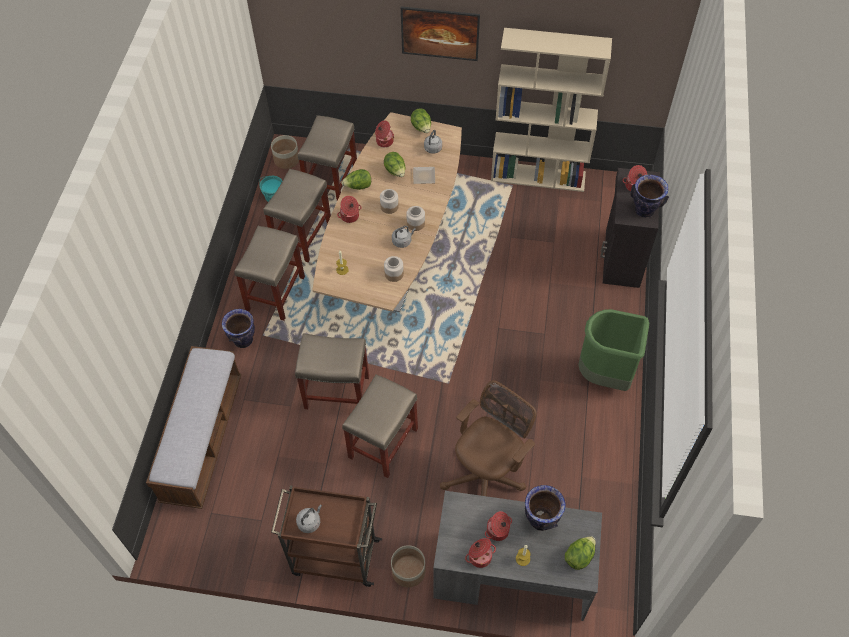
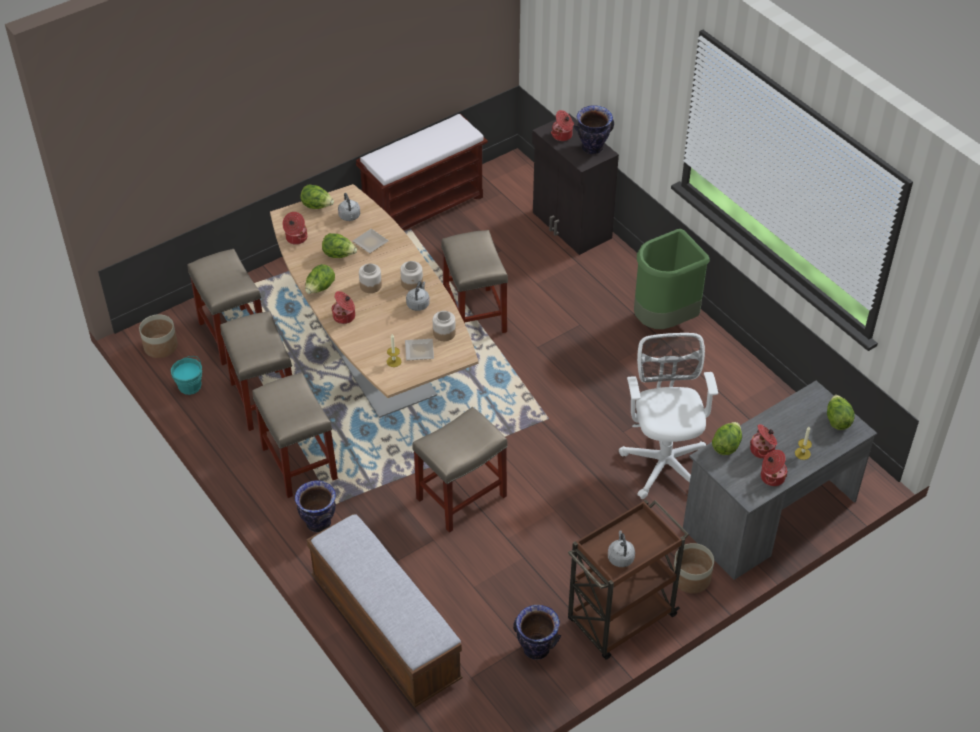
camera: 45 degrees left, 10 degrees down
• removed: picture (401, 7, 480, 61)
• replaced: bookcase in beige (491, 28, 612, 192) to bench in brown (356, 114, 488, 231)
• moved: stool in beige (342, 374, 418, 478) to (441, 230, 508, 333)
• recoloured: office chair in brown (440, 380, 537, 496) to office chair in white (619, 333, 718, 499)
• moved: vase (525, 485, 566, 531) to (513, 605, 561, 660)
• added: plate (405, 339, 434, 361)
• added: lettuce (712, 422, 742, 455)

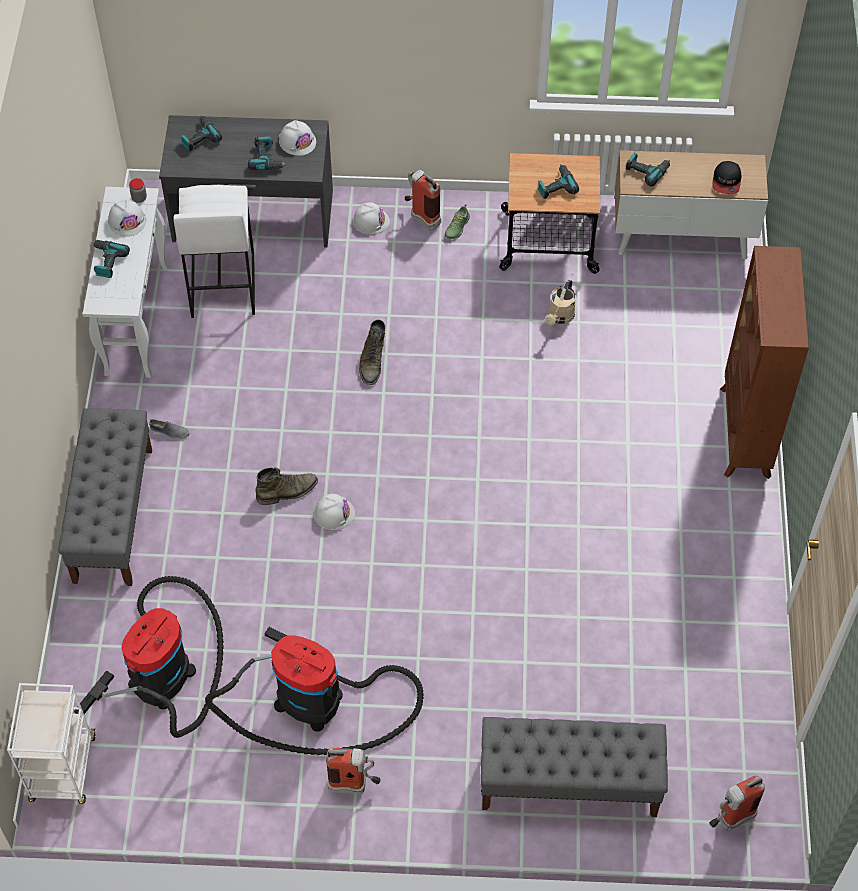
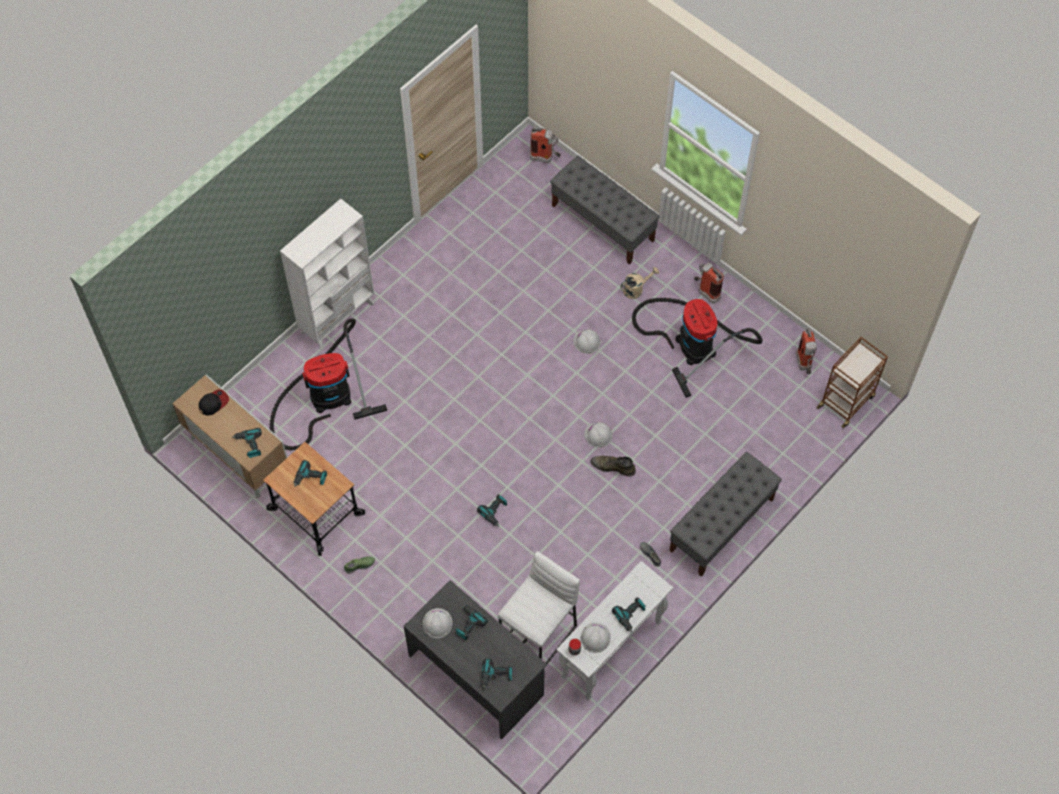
camera: 140 degrees left, 5 degrees up
• moved: fire extinguisher (405, 170, 441, 231) to (796, 328, 817, 374)
• moved: hard hat in white (352, 202, 390, 234) to (573, 329, 601, 354)
• recoloured: bookcase in brown (720, 246, 809, 479) to bookcase in white (280, 199, 374, 350)
• moved: watering can in beige (545, 280, 576, 325) to (621, 267, 659, 299)
• replaced: boot in green (359, 319, 385, 385) to power drill (477, 494, 507, 527)
• moved: vacuum cleaner (74, 576, 224, 738) to (270, 318, 387, 450)
• recoloured: cart in white (7, 683, 96, 804) to cart in brown (817, 337, 888, 428)

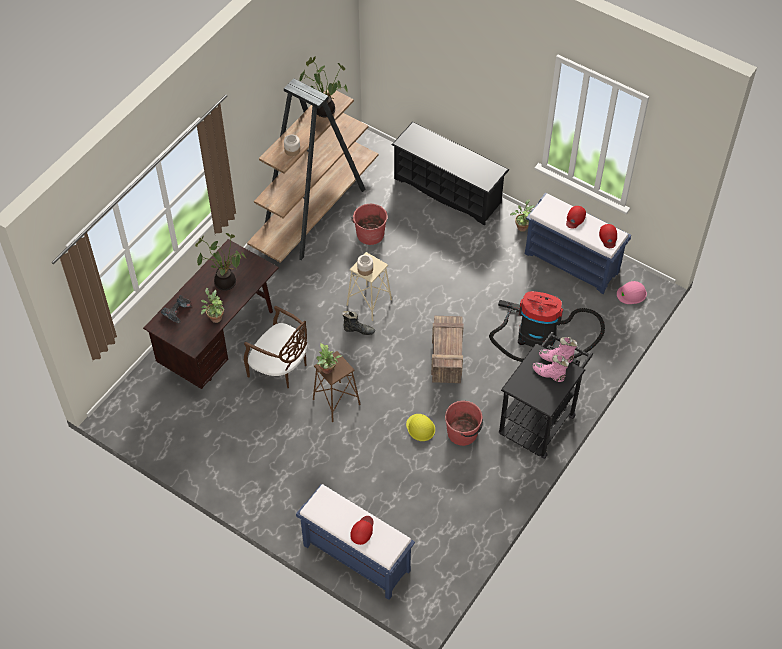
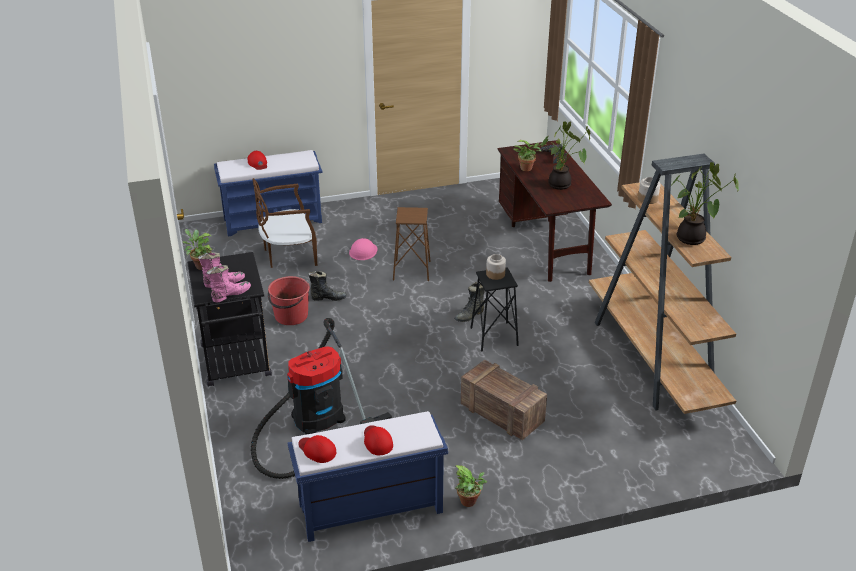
camera: 130 degrees right, 20 degrees down
• removed: shoe rack in black (392, 122, 509, 225)
• removed: bucket in red (351, 204, 388, 245)
• recoloured: stool in beige (346, 252, 392, 321) to stool in black (470, 267, 519, 352)
• moved: hard hat in pink (617, 281, 647, 304) to (349, 238, 378, 260)
• moved: chair in brown (244, 306, 307, 389) to (252, 178, 317, 268)
• moved: crate (431, 316, 463, 383) to (461, 360, 547, 440)
• moved: potted plant (316, 343, 342, 374) to (183, 229, 212, 270)
• replaced: hard hat in yellow (406, 414, 435, 441) to boot in black (308, 271, 347, 301)

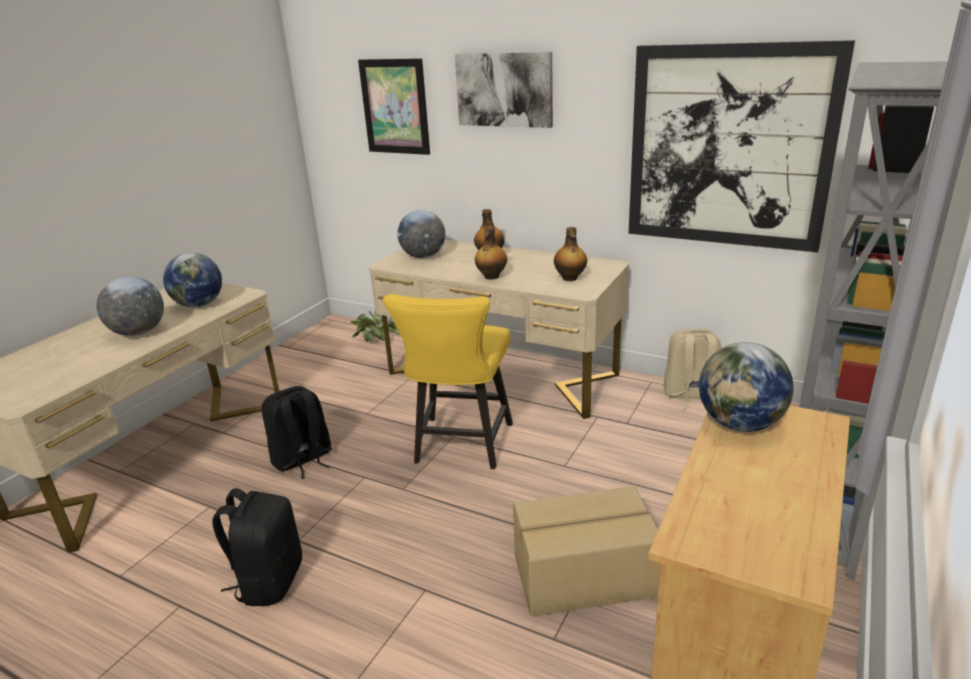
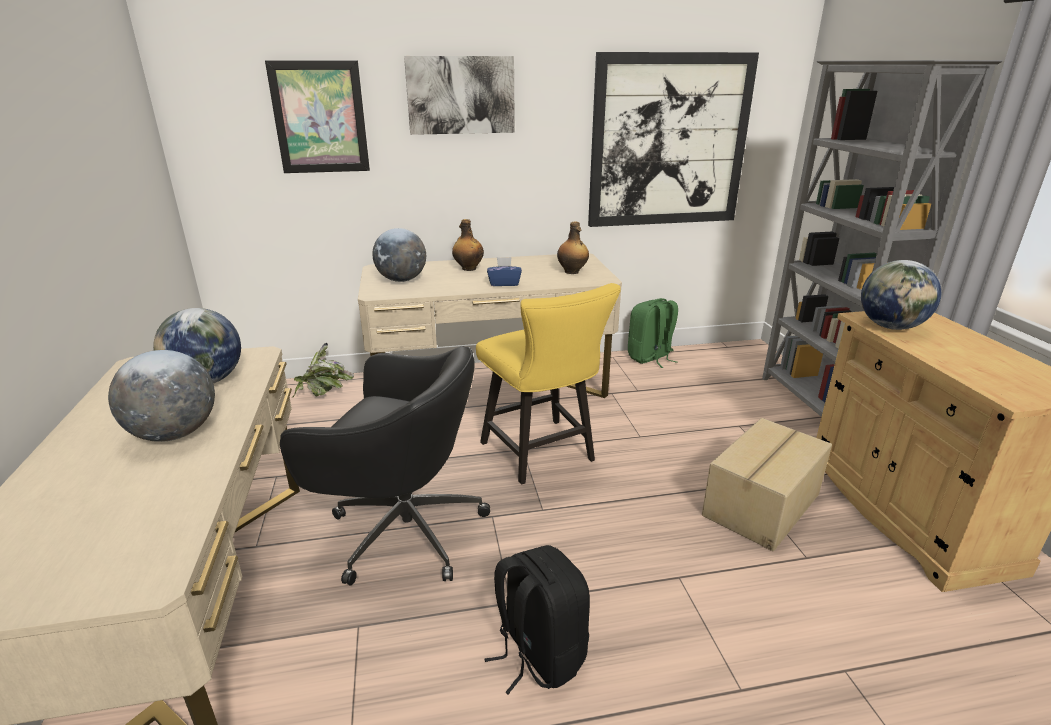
camera: 40 degrees left, 0 degrees up
• replaced: bottle (475, 226, 507, 280) to tissue box in blue (487, 257, 522, 286)
• recoloured: backpack in beige (663, 329, 721, 410) to backpack in green (628, 298, 678, 368)
• replaced: backpack in black (261, 386, 332, 479) to office chair in black (280, 346, 490, 585)

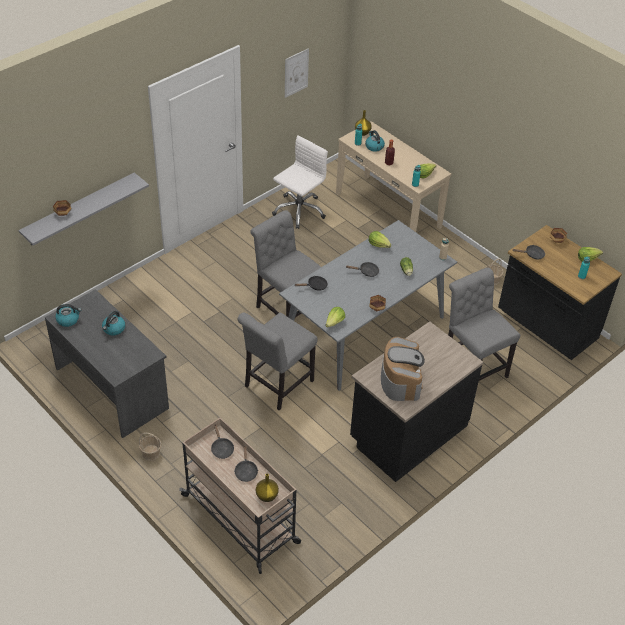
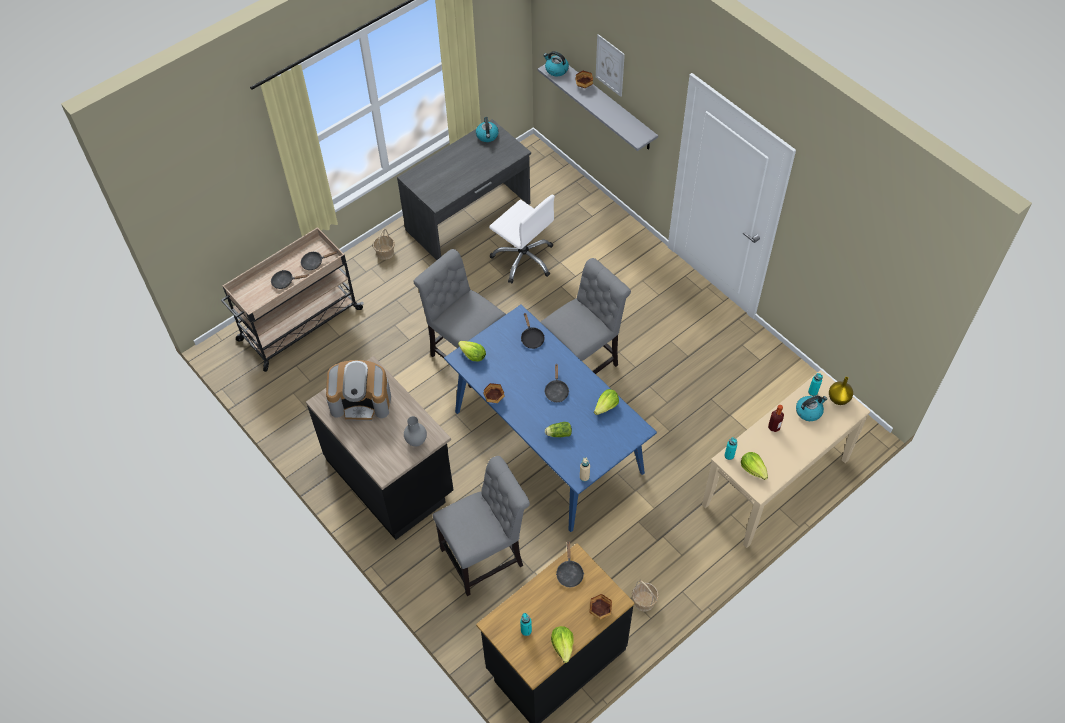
camera: 95 degrees right, 10 degrees up
• moved: picture (285, 48, 309, 98) to (596, 34, 625, 97)
• moved: office chair in white (272, 135, 328, 229) to (489, 195, 555, 283)
• recoloured: dining table in grey (279, 220, 457, 391) to dining table in blue (444, 304, 657, 532)
• moved: kettle (102, 311, 125, 336) to (543, 51, 569, 76)
• removed: vase in yellow (256, 473, 279, 502)
• added: vase in grey (404, 416, 427, 447)

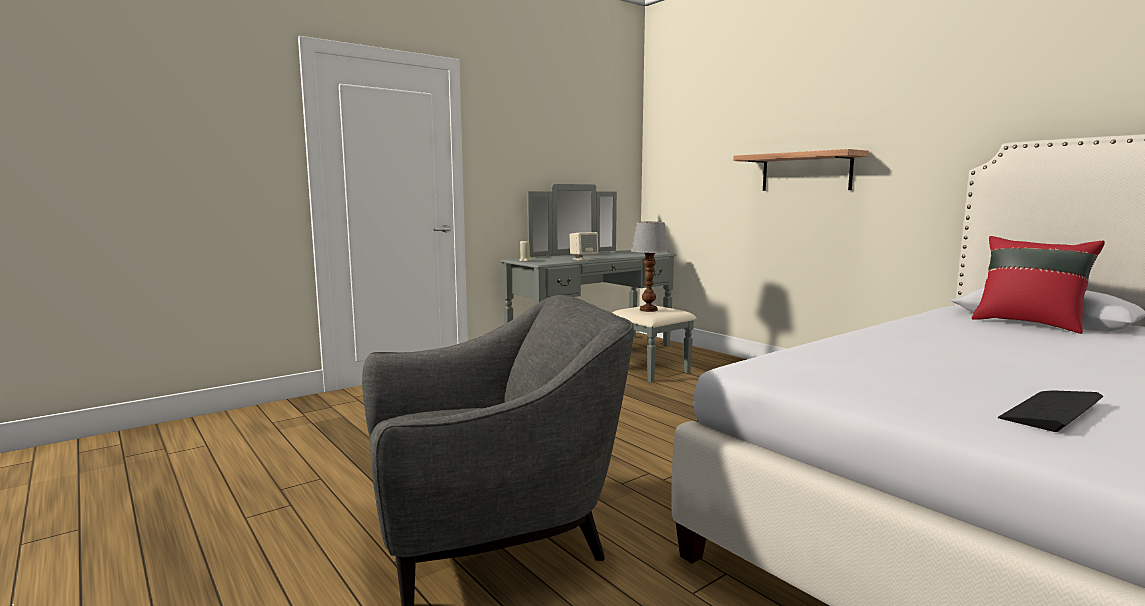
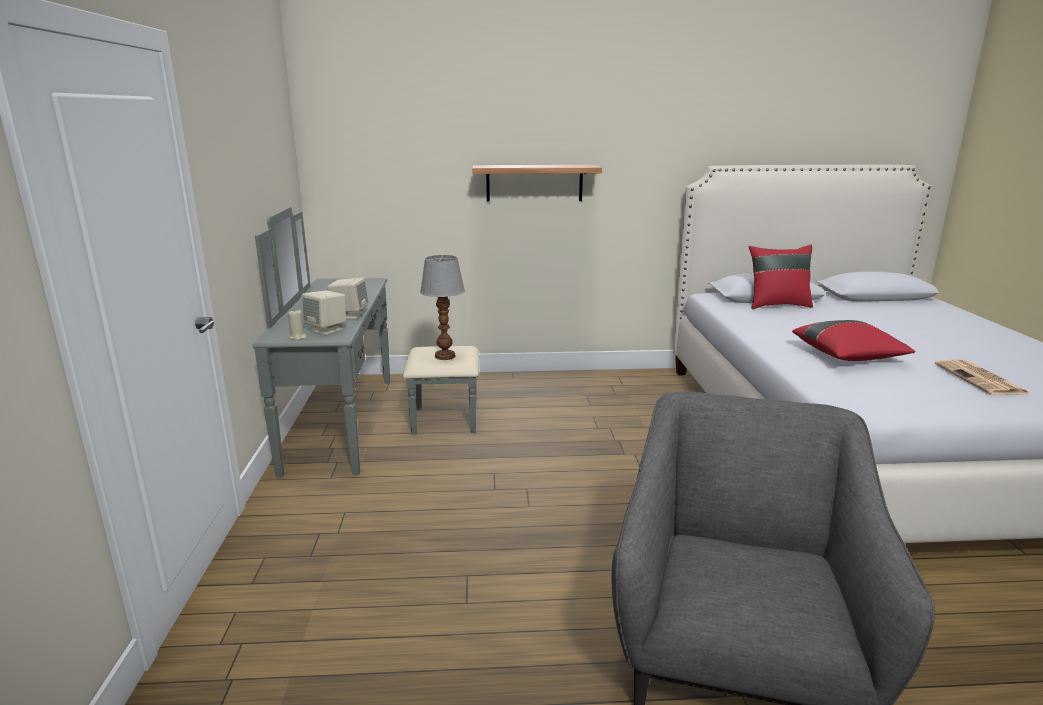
camera: 55 degrees left, 10 degrees up
• replaced: keyboard (998, 390, 1103, 432) to newspaper (935, 360, 1029, 395)
• added: speaker in beige (302, 290, 346, 335)
• added: pillow in red (792, 320, 915, 361)

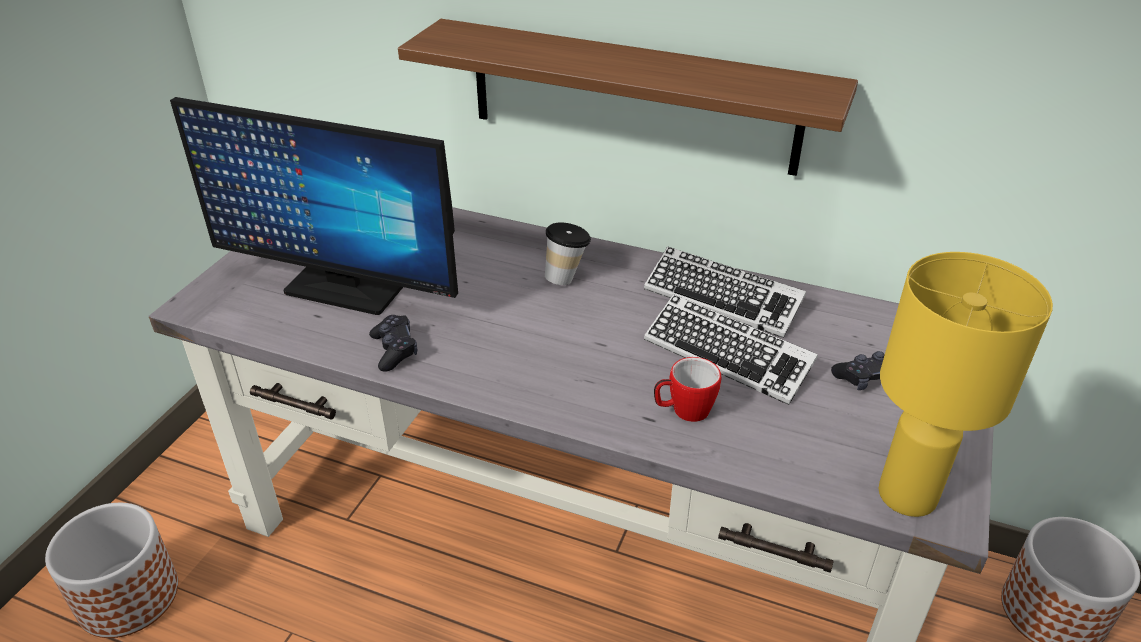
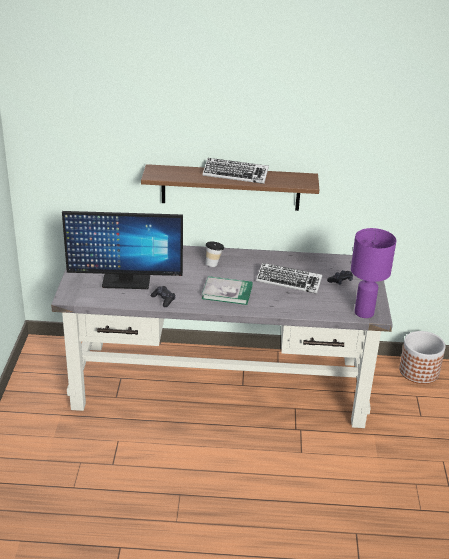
camera: 20 degrees left, 5 degrees down
• moved: keyboard (644, 246, 806, 338) to (202, 158, 269, 184)
• recoloured: table lamp in yellow (878, 252, 1053, 517) to table lamp in purple (351, 228, 396, 318)
• removed: mug (654, 357, 721, 422)
• removed: planter (45, 503, 178, 638)
• added: book (202, 276, 253, 305)

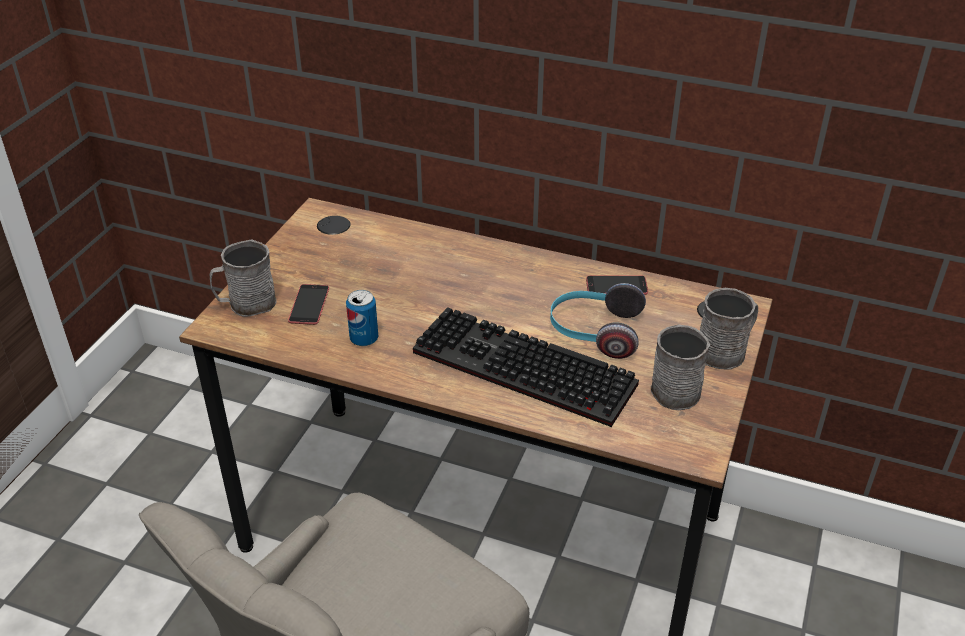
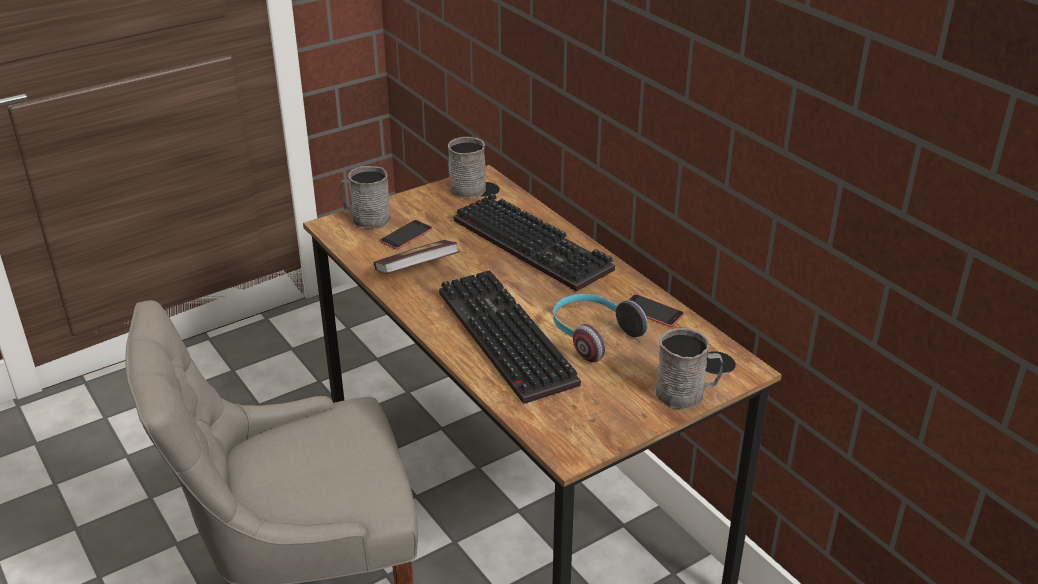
camera: 35 degrees right, 5 degrees down
• replaced: can (346, 290, 378, 346) to book (374, 240, 460, 274)
• moved: mug in grey (651, 325, 710, 410) to (448, 137, 486, 198)
• added: keyboard (454, 193, 615, 292)

